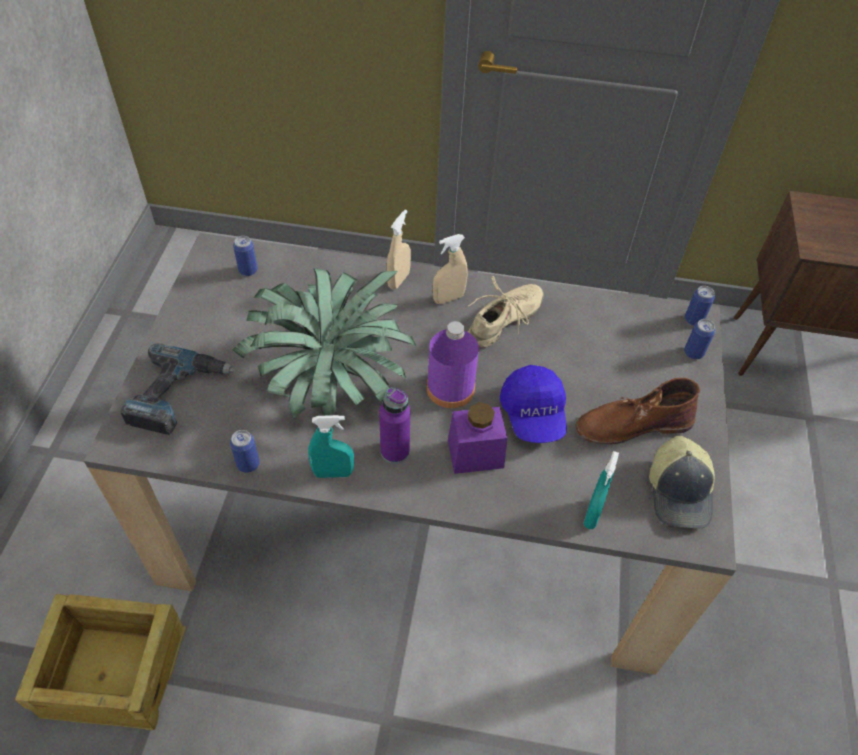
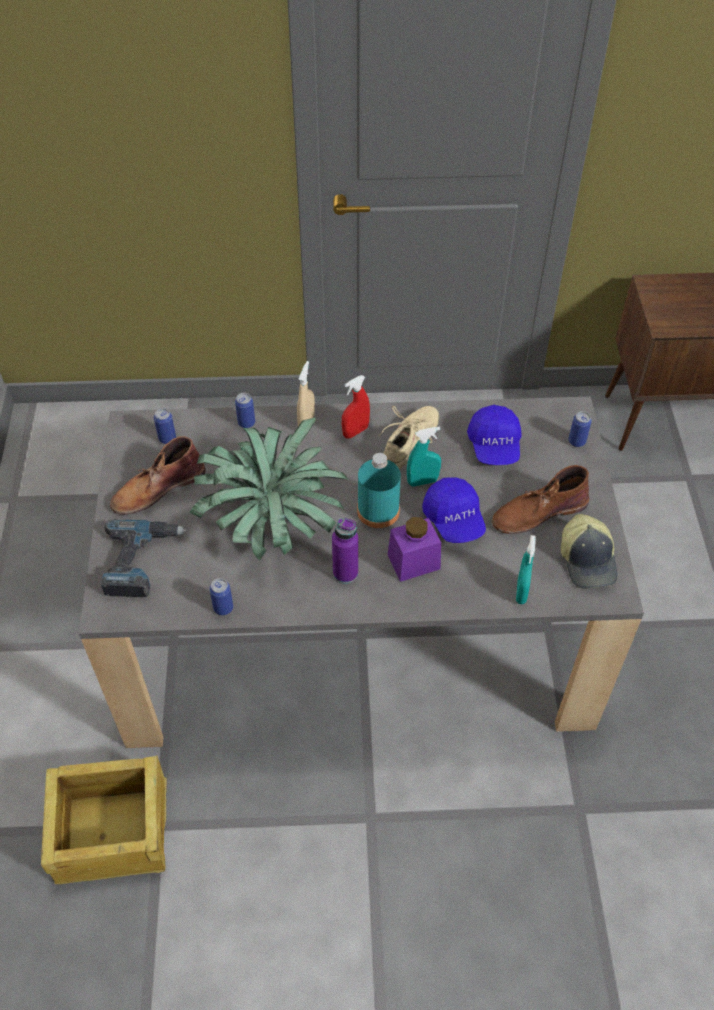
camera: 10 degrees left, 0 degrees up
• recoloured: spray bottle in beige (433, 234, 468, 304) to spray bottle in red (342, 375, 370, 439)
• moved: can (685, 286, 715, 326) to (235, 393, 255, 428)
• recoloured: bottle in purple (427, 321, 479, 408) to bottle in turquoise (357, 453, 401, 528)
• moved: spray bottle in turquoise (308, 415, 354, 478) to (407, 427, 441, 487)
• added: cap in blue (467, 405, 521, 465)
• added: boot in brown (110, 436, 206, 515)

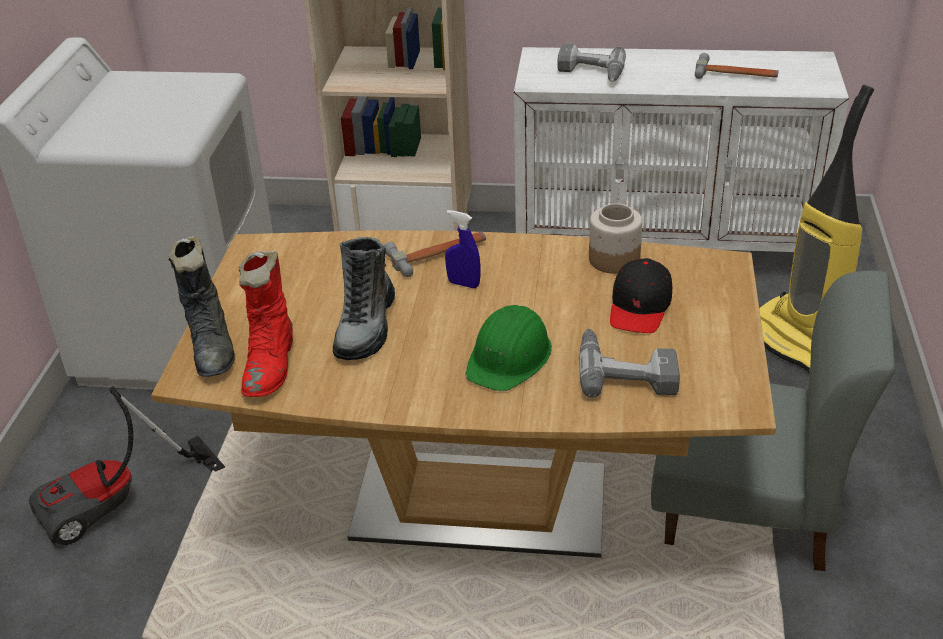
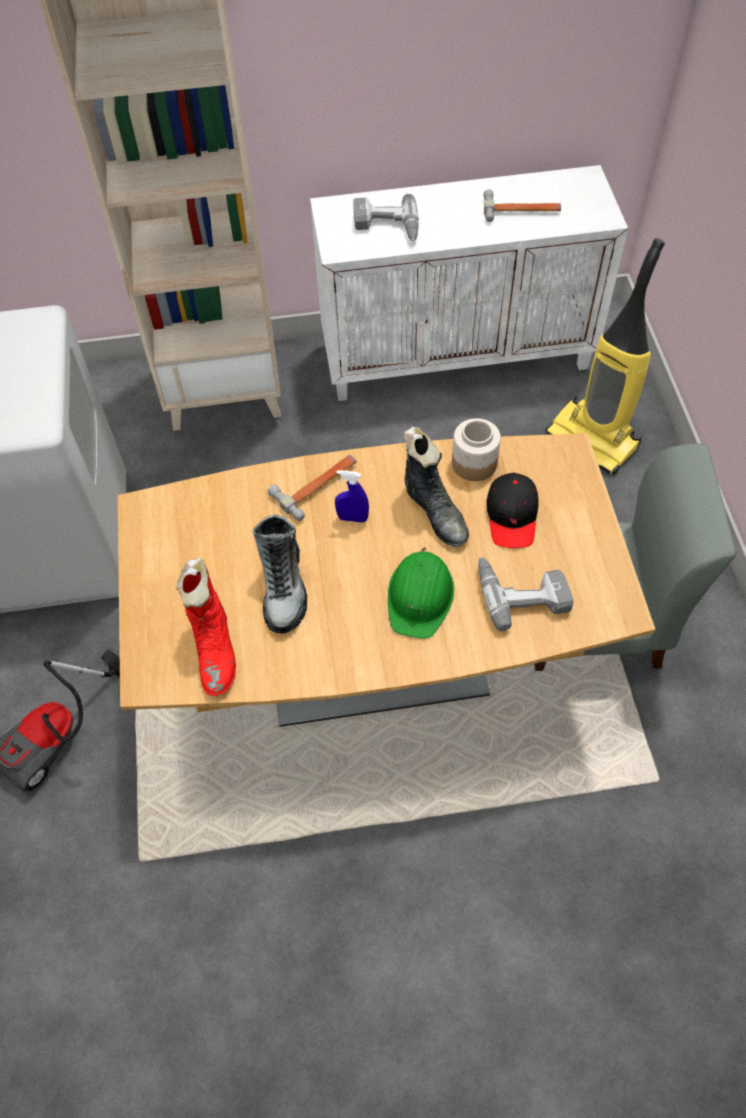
camera: 15 degrees left, 20 degrees up
• moved: boot in black (168, 236, 235, 377) to (404, 427, 469, 546)

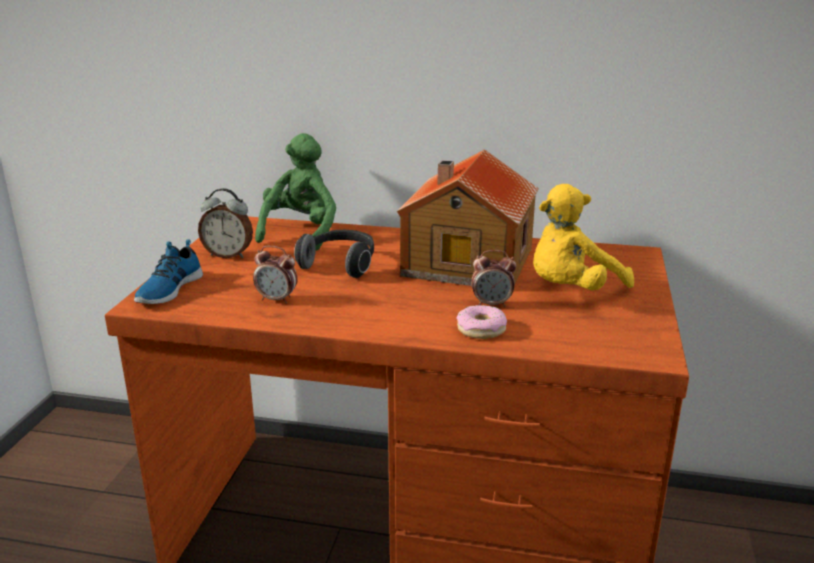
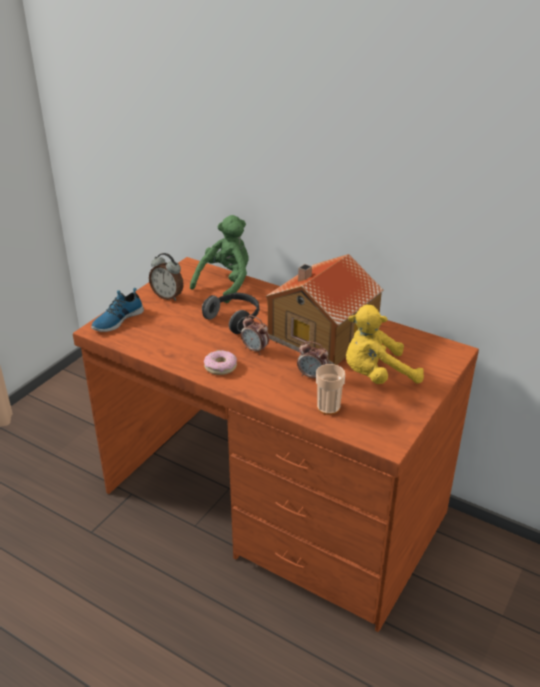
camera: 20 degrees right, 10 degrees up
• moved: alarm clock (253, 245, 298, 304) to (241, 315, 269, 355)
• moved: donut (456, 305, 507, 339) to (204, 350, 237, 375)
• added: cup (316, 364, 345, 415)

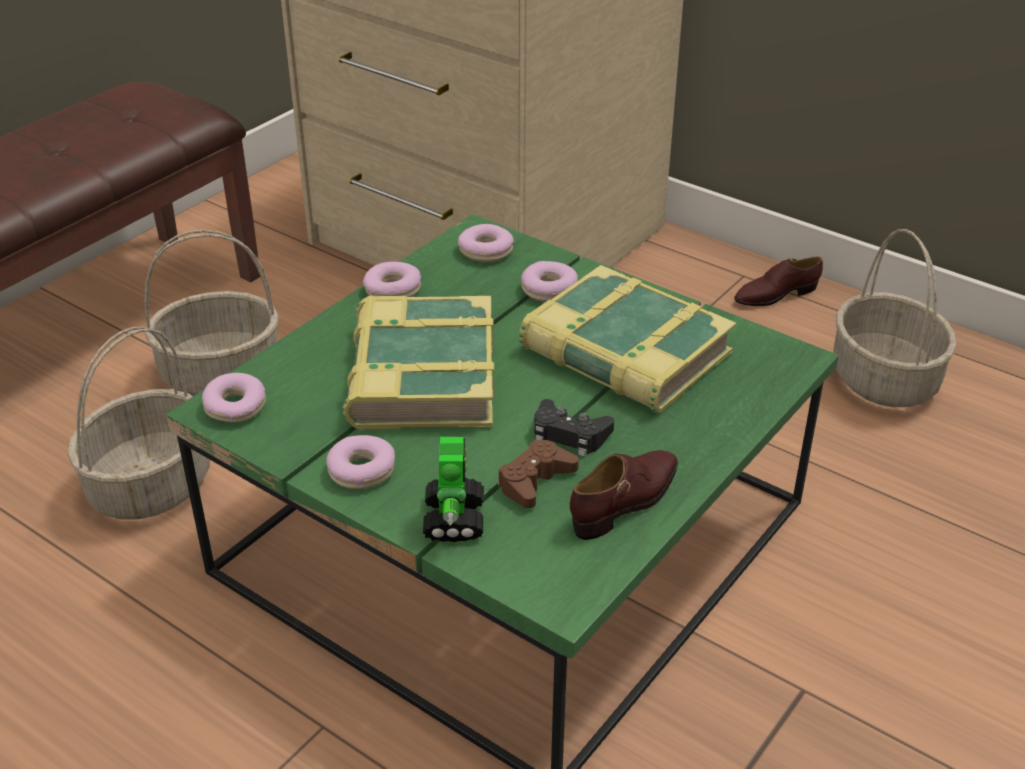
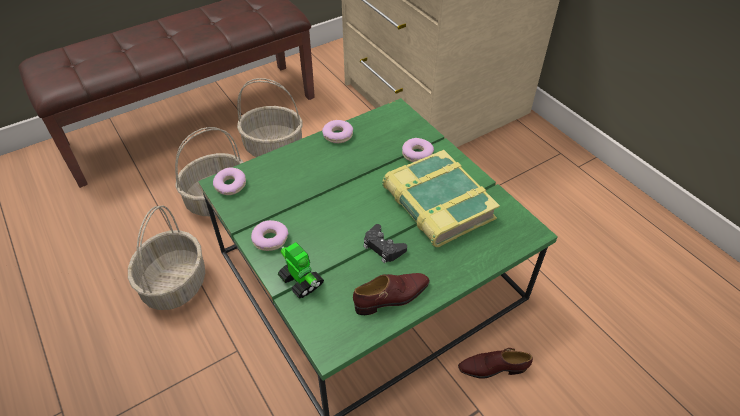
camera: 20 degrees right, 10 degrees up
• removed: donut (458, 224, 514, 262)
• moved: basket (833, 229, 957, 407) to (128, 205, 205, 310)
• moved: shoe in brown (734, 257, 823, 306) to (458, 348, 533, 379)
• removed: book (342, 295, 495, 430)
• turned: toy robot (423, 437, 484, 542) = (277, 242, 324, 299) 60 degrees counterclockwise
• removed: game controller in brown (498, 440, 579, 508)

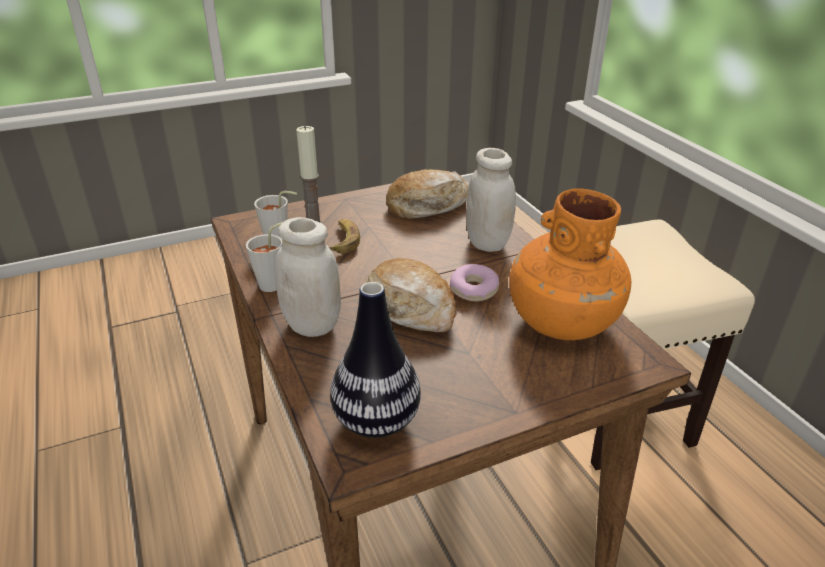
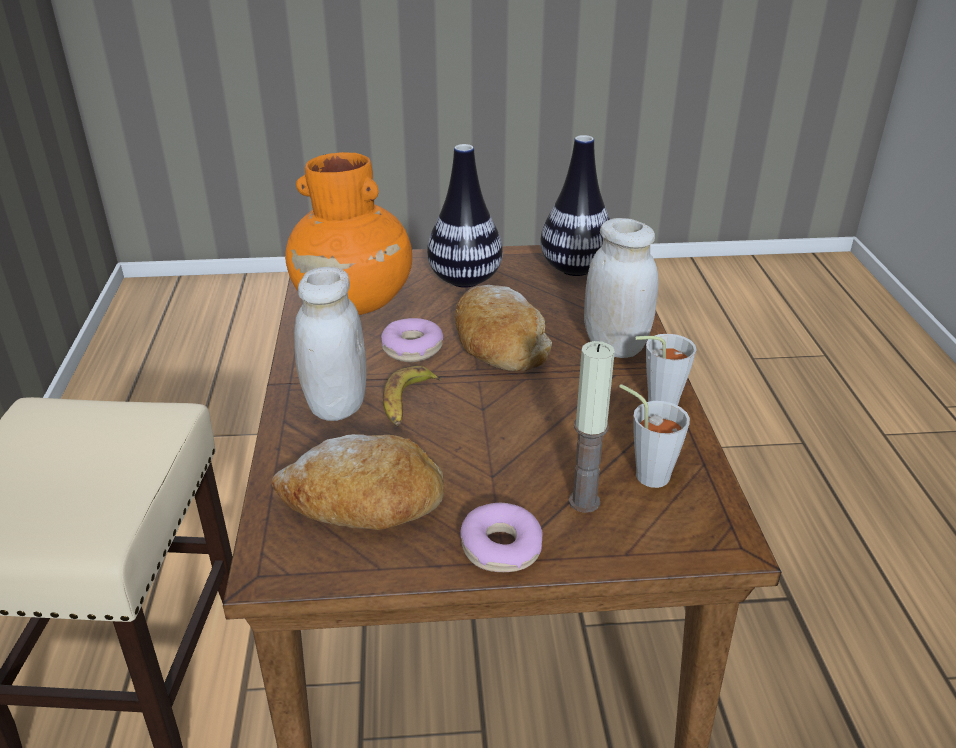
camera: 160 degrees left, 0 degrees up
• moved: banana (329, 219, 360, 254) to (383, 366, 442, 427)
• added: vase (427, 144, 503, 288)
• added: donut (460, 503, 543, 572)

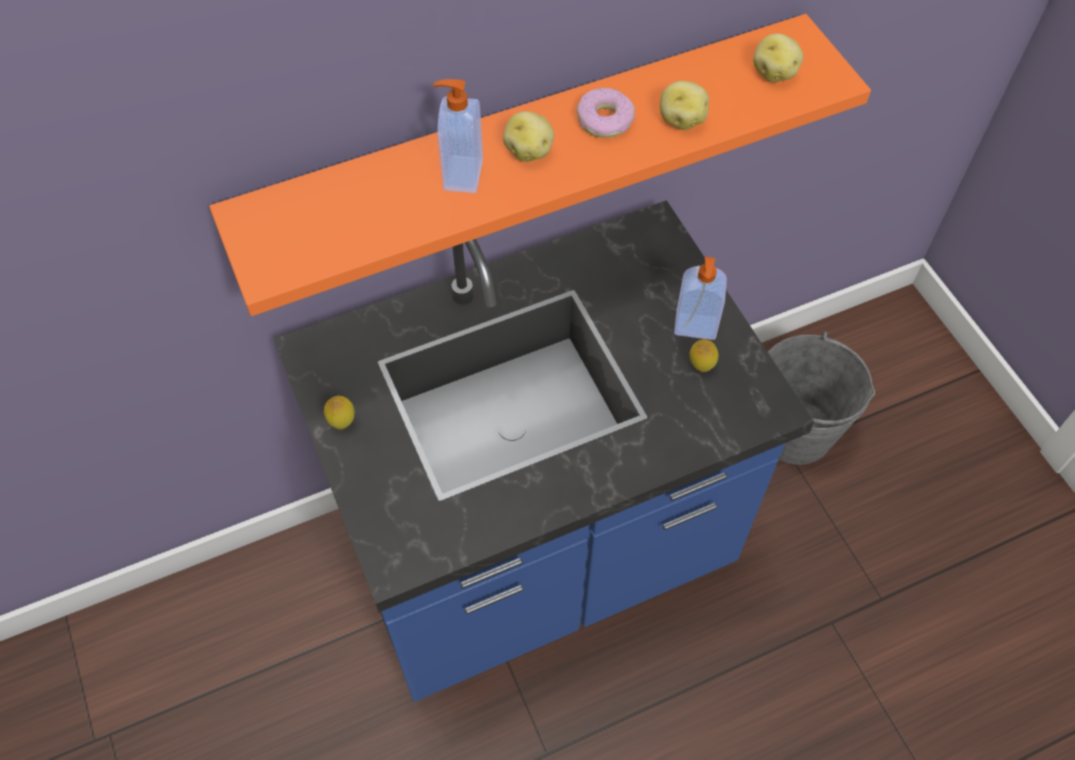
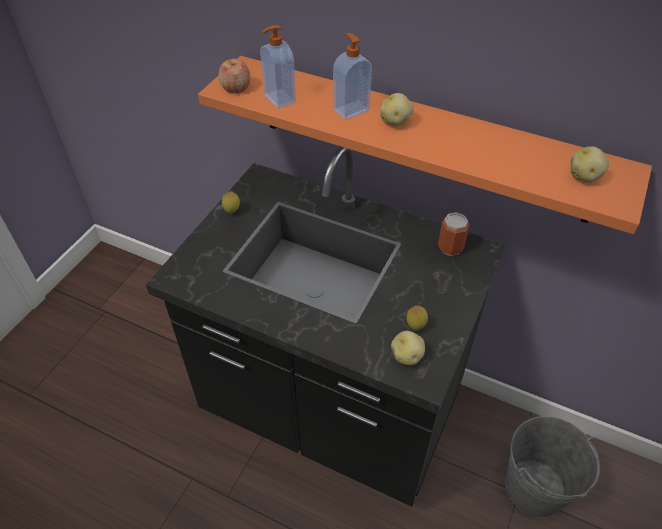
camera: 50 degrees right, 10 degrees down
• moved: potato (660, 81, 709, 130) to (391, 331, 425, 366)
• removed: donut (577, 88, 635, 138)
• recoloured: counter in blue (274, 200, 814, 702) to counter in black (146, 147, 506, 507)
• moved: soap dispenser (674, 257, 727, 340) to (260, 25, 296, 109)
• added: apple (219, 59, 251, 93)
• added: can (438, 212, 469, 256)

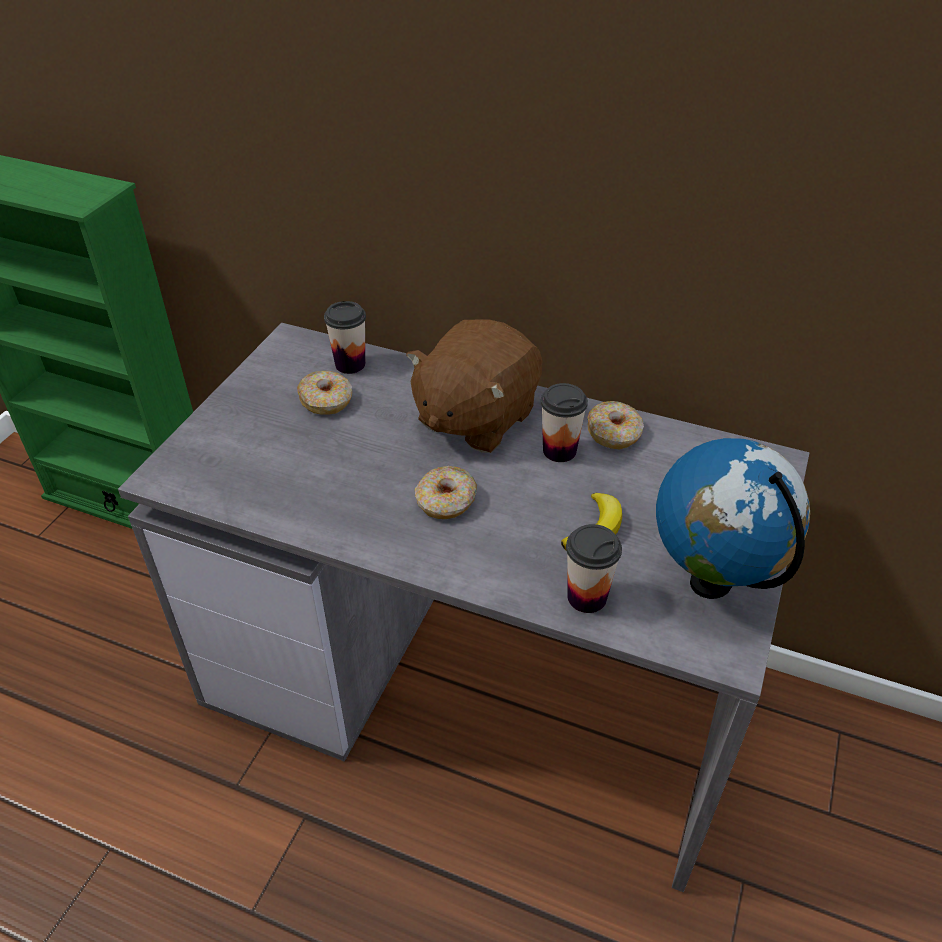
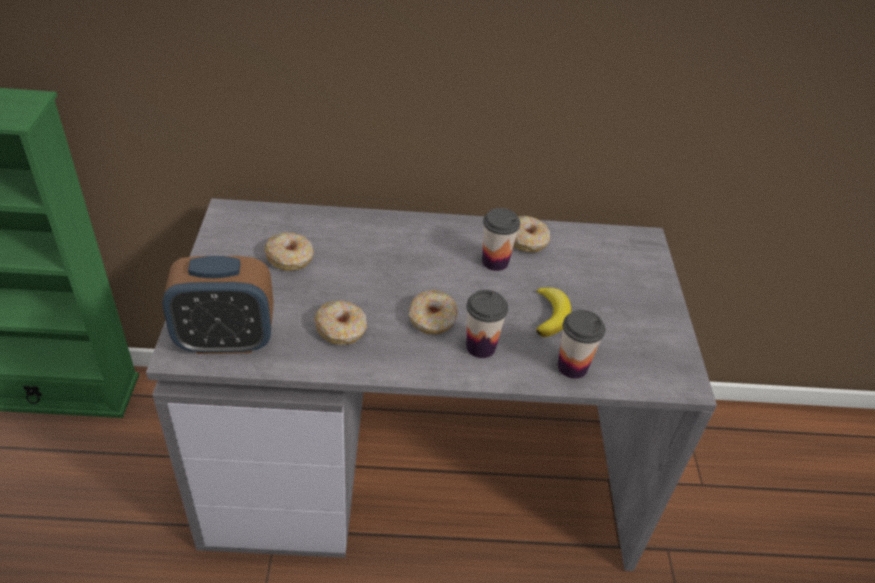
camera: 25 degrees left, 0 degrees up
• moved: cup (324, 301, 366, 374) to (466, 290, 508, 358)
• removed: plush toy in brown (406, 319, 542, 453)
• removed: globe (656, 438, 810, 599)
• added: alarm clock (162, 256, 274, 354)
• added: donut (314, 300, 367, 345)

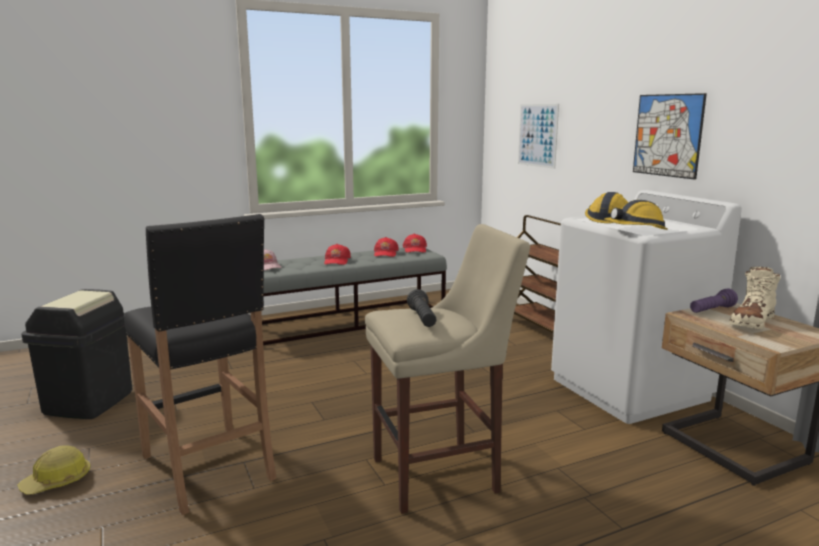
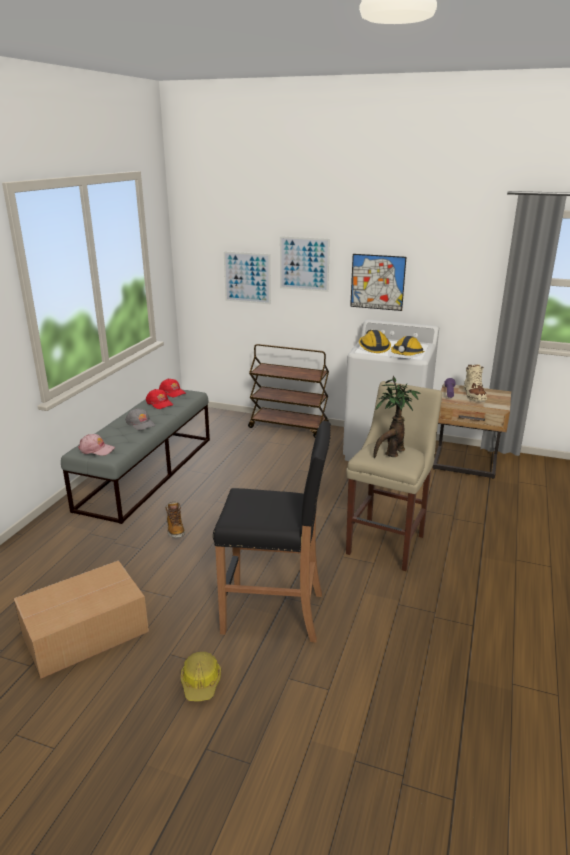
camera: 45 degrees left, 10 degrees up
• recoloured: cap in red (324, 244, 351, 265) to cap in grey (126, 408, 155, 431)
• replaced: trash can in black (21, 289, 132, 419) to cardboard box (14, 560, 149, 679)
• replaced: flashlight in black (407, 289, 436, 327) to potted plant (373, 376, 421, 458)
• added: picture (280, 236, 330, 292)
• added: boot (166, 502, 185, 538)

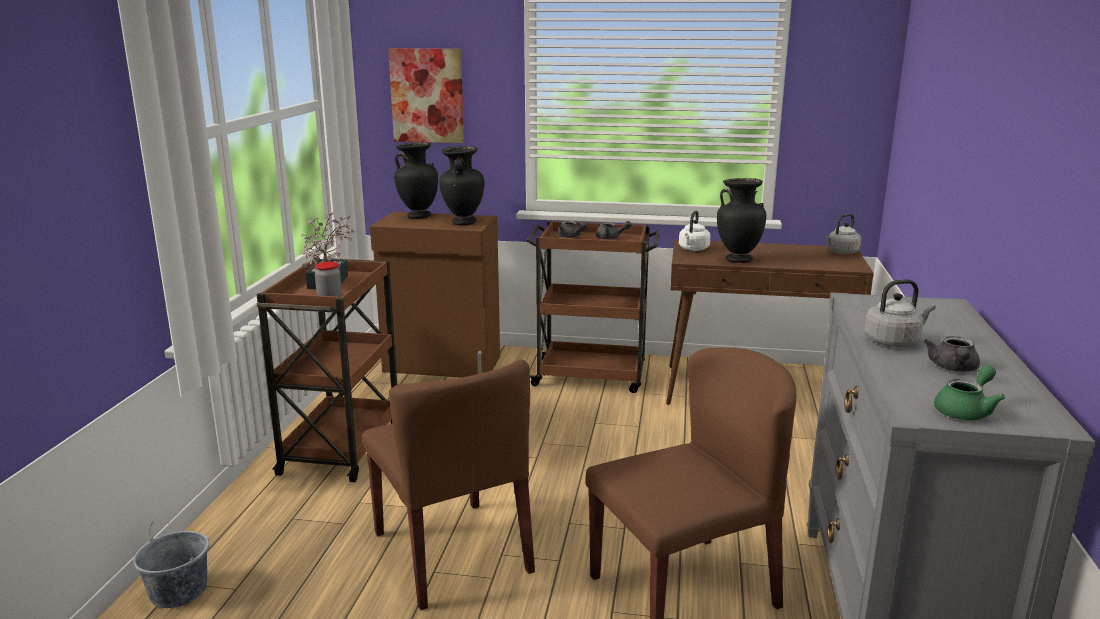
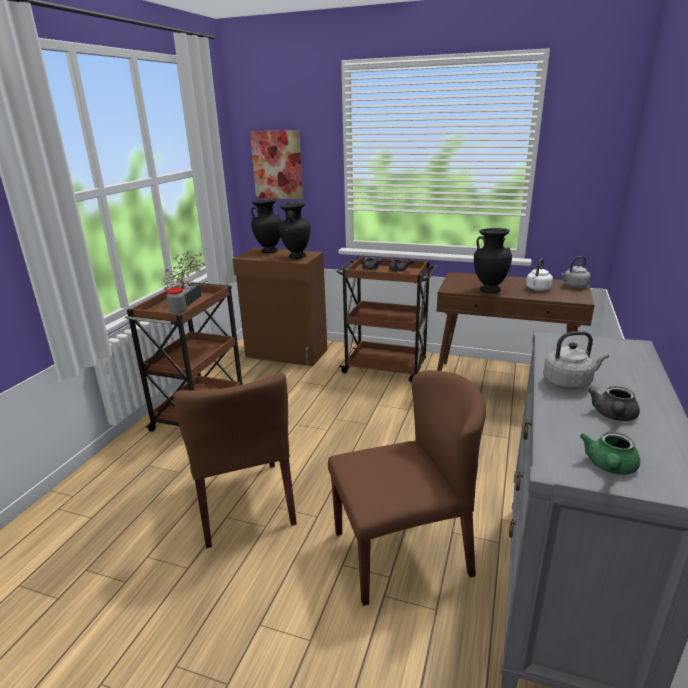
camera: 10 degrees right, 5 degrees up
• moved: kettle in white (679, 210, 711, 251) to (526, 258, 553, 291)
• turned: teapot in green (934, 365, 1005, 420) = (580, 431, 640, 475) 150 degrees clockwise
• removed: bucket in grey (133, 520, 210, 608)

